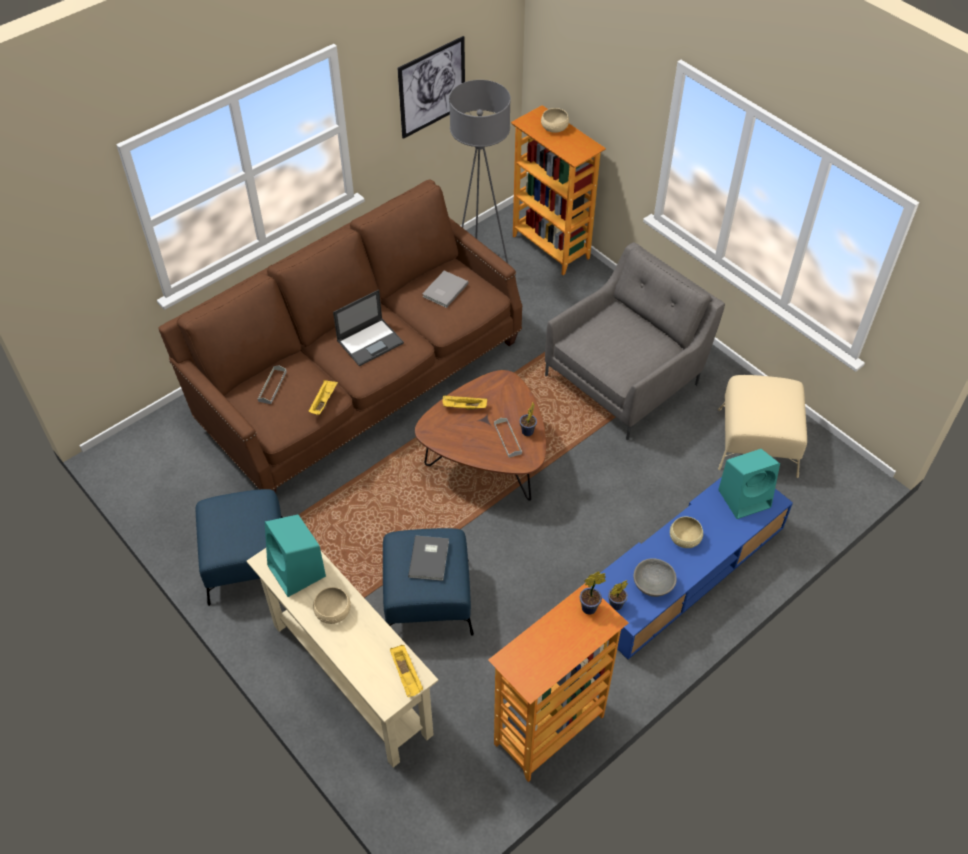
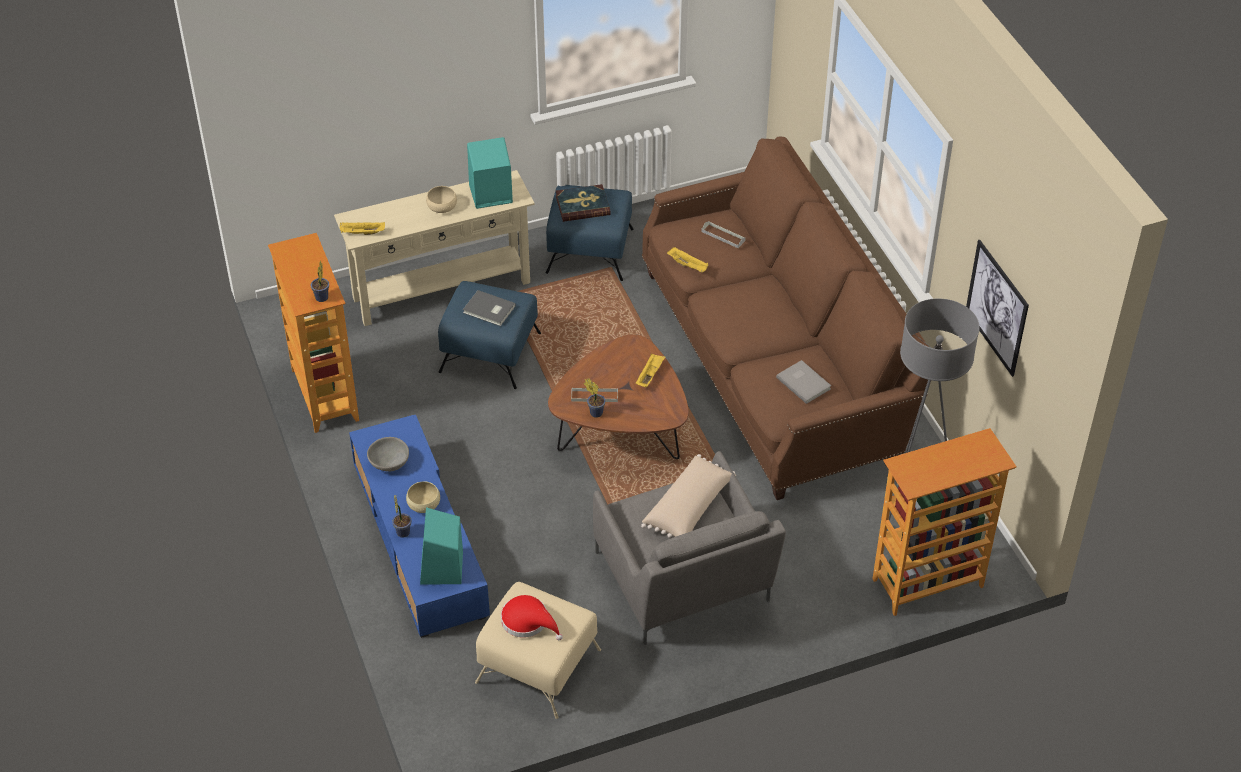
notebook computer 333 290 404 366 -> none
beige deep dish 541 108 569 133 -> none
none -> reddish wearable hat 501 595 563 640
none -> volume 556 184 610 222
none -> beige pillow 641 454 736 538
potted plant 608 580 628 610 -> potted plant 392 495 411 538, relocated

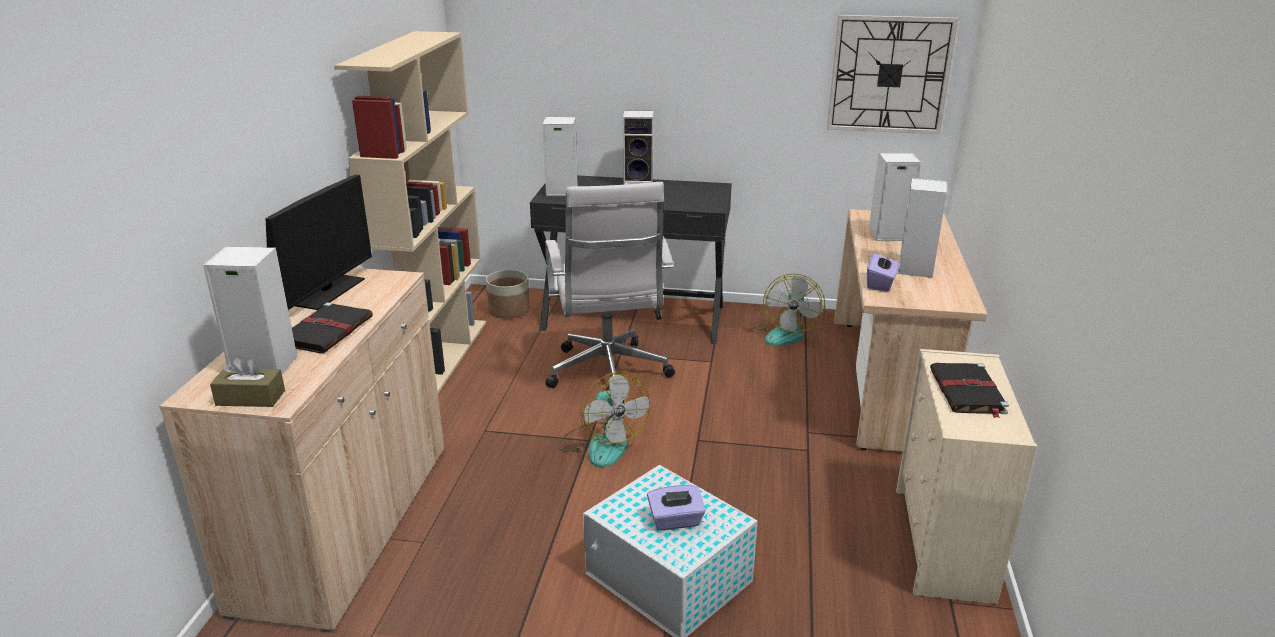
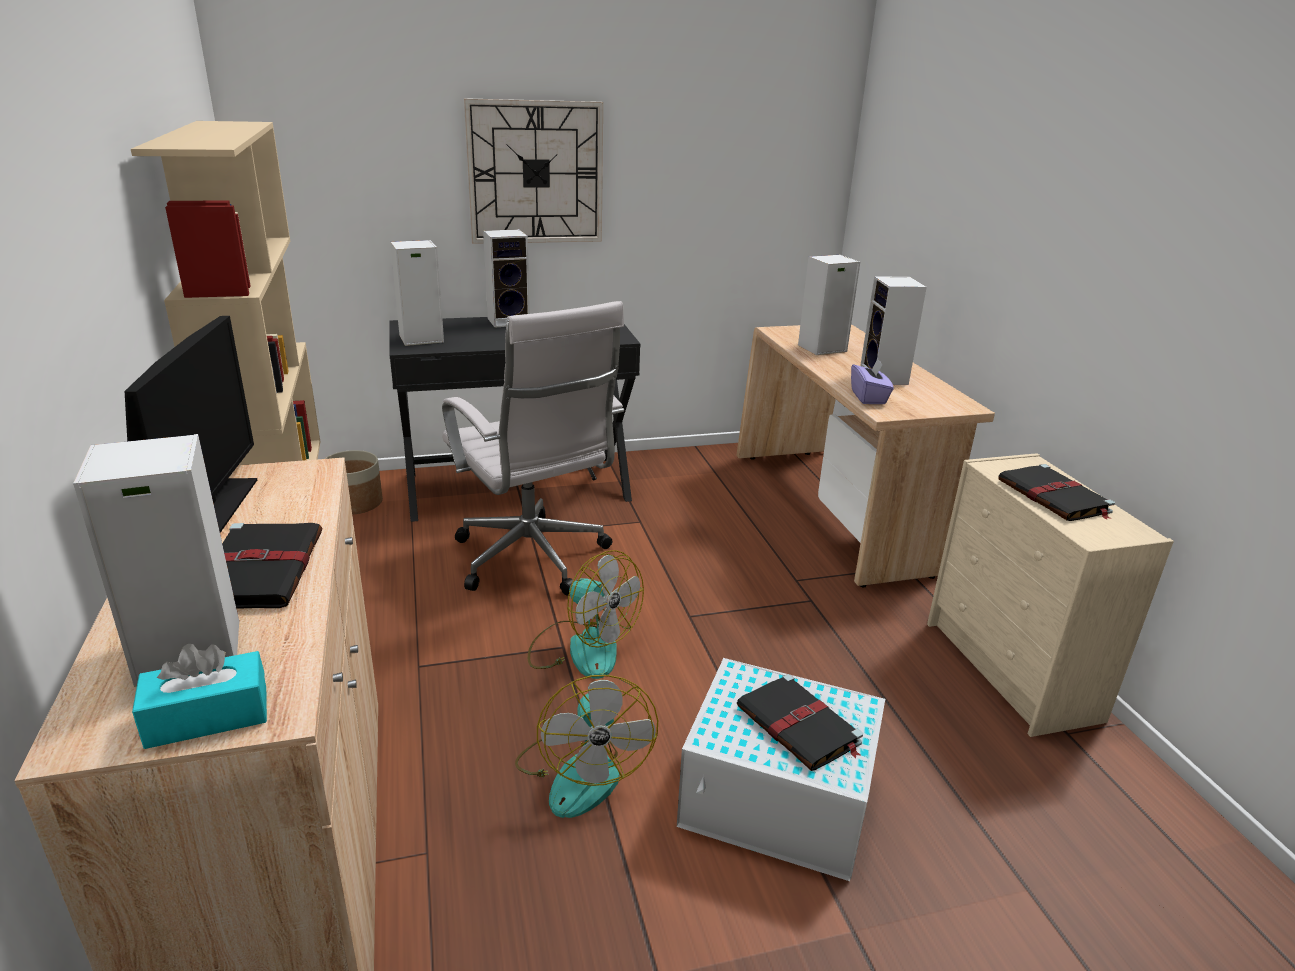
cooling fan 753 274 825 346 -> cooling fan 515 675 658 818, relocated
hanging clock 827 15 958 134 -> hanging clock 464 98 603 244, relocated
purplish box of tissues 647 485 705 531 -> black volume 737 674 863 771
brown-coloured box of tissues 210 356 285 407 -> turquoise box of tissues 132 644 267 749

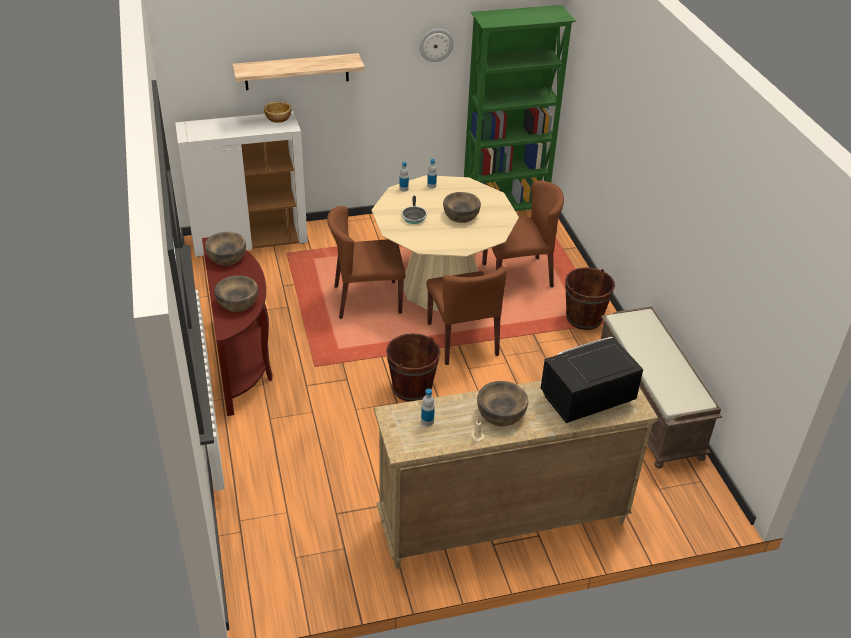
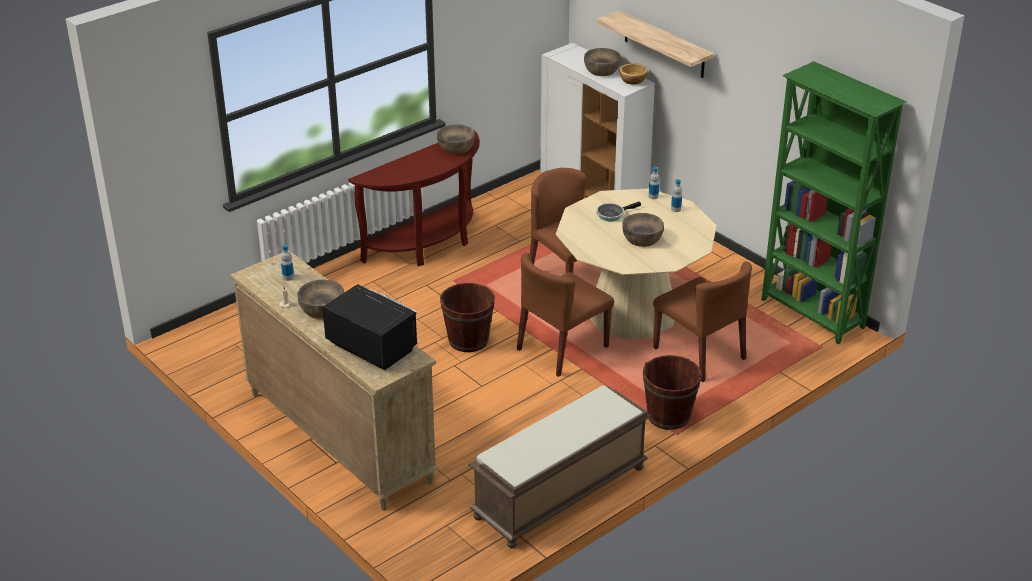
hanging clock 419 29 454 62 -> none
brown-coloured deep dish 215 275 258 312 -> brown-coloured deep dish 584 48 621 76, relocated

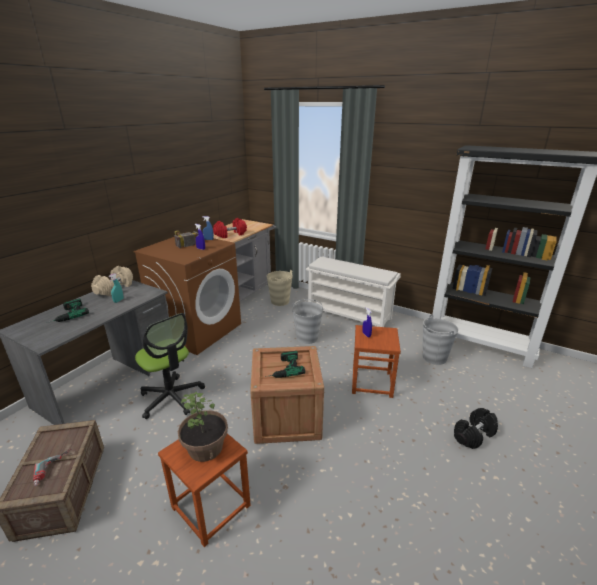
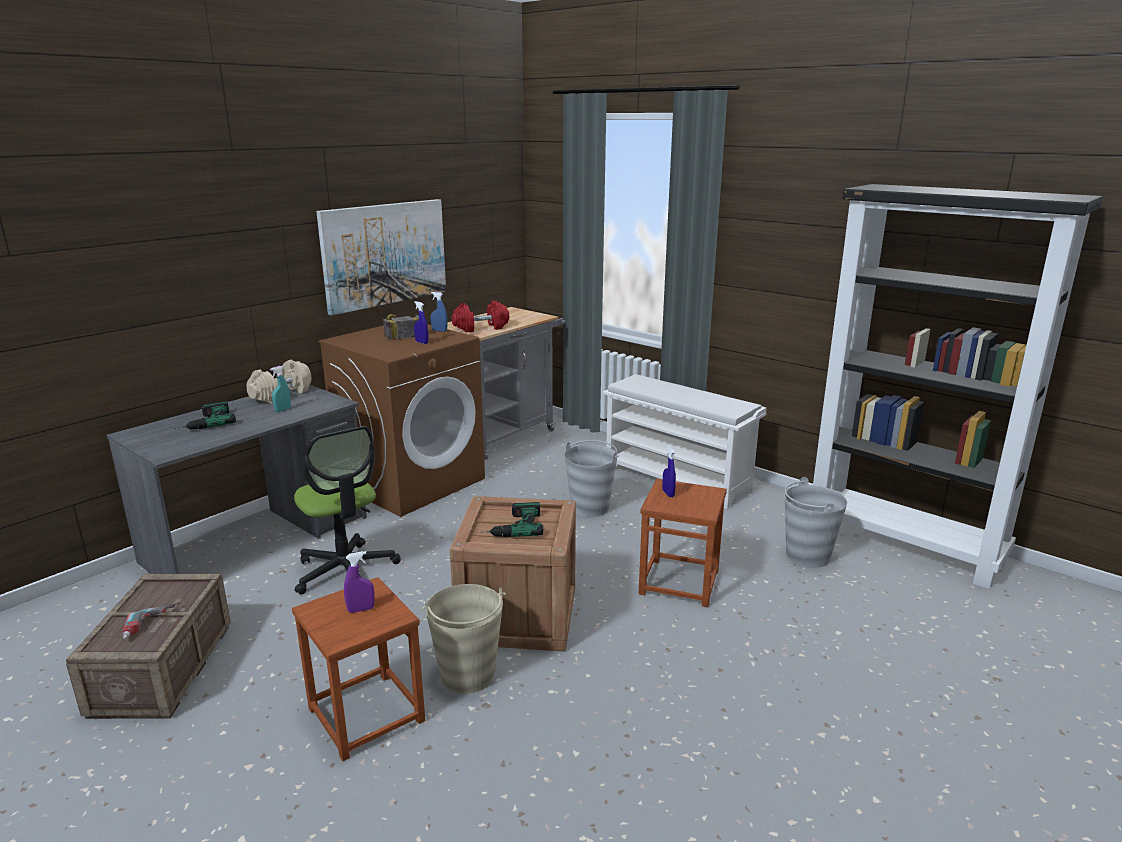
black free weight 454 408 498 449 -> none
none -> wall art 317 199 446 316
beige pail 267 270 293 306 -> beige pail 422 584 506 694, relocated
potted plant 178 392 228 462 -> purplish sprayer 344 551 375 613

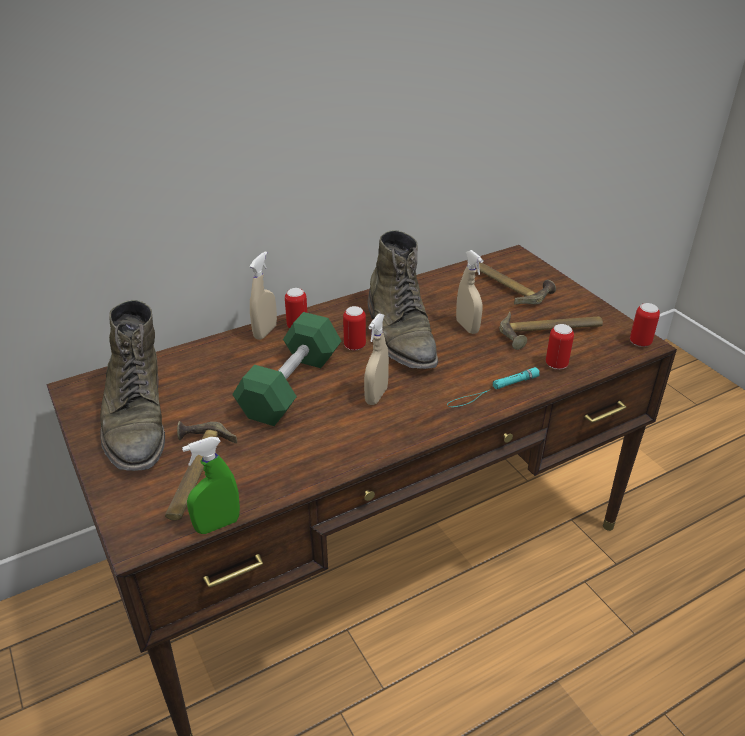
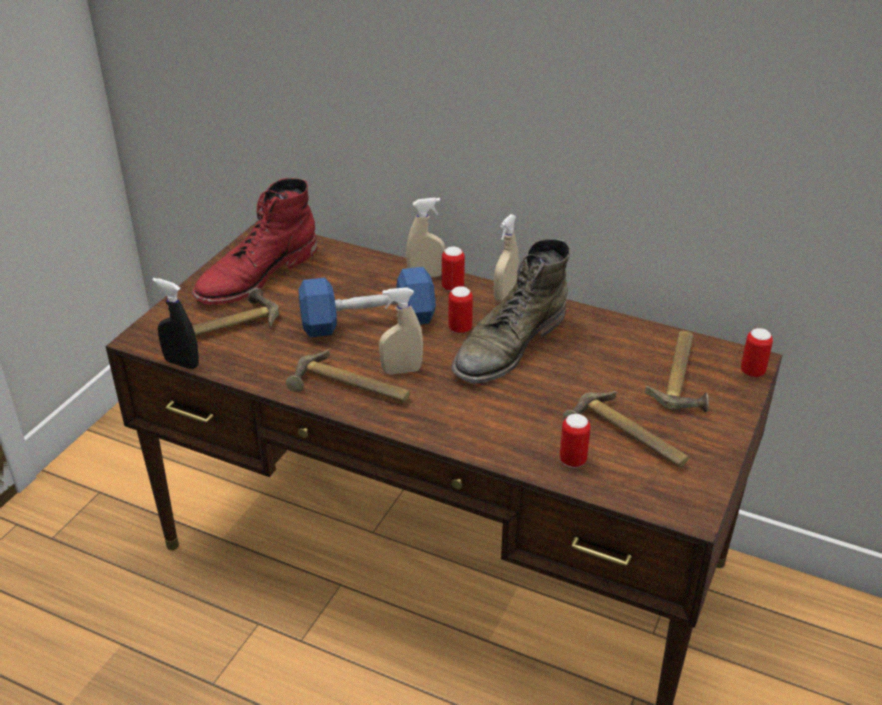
turquoise hand torch 447 367 540 407 -> none
none -> tool hammer 286 350 410 402
beige sprayer 456 250 483 334 -> beige sprayer 494 214 519 302, relocated
sealed can 630 303 660 347 -> sealed can 741 328 773 377, relocated
green-coloured tall boot 100 300 165 471 -> reddish tall boot 192 178 317 305
green-coloured sprayer 182 437 240 534 -> black sprayer 152 278 199 369
green-coloured free weight 232 312 341 426 -> blue free weight 299 267 436 338

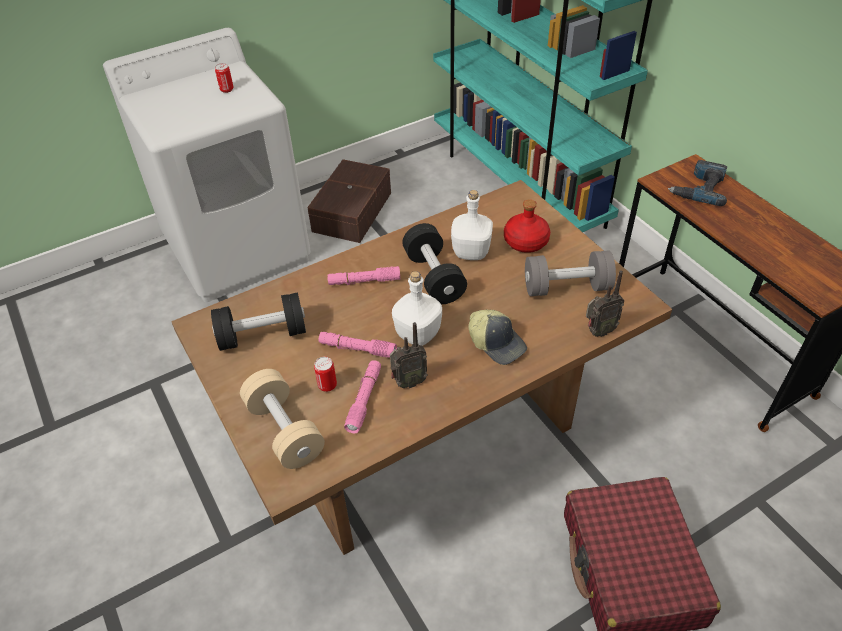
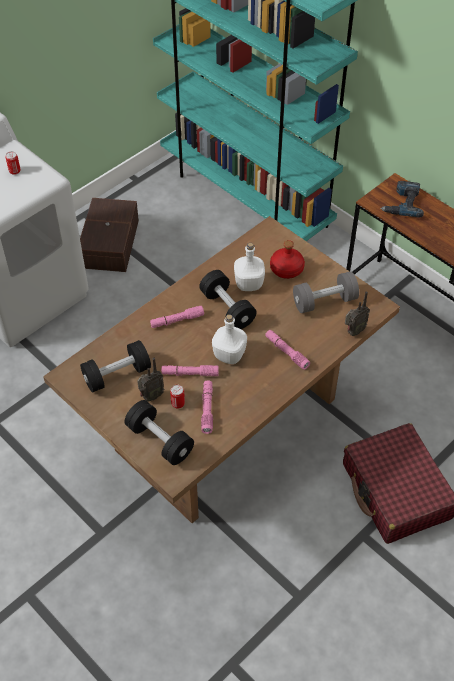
radio set 390 322 428 388 -> radio set 137 358 164 402, relocated
peaked cap 468 309 527 365 -> pinkish hand torch 265 330 310 370
beige free weight 240 369 325 469 -> black free weight 124 400 194 465

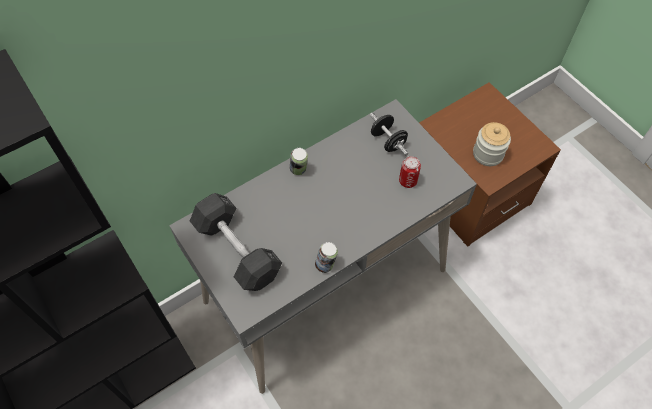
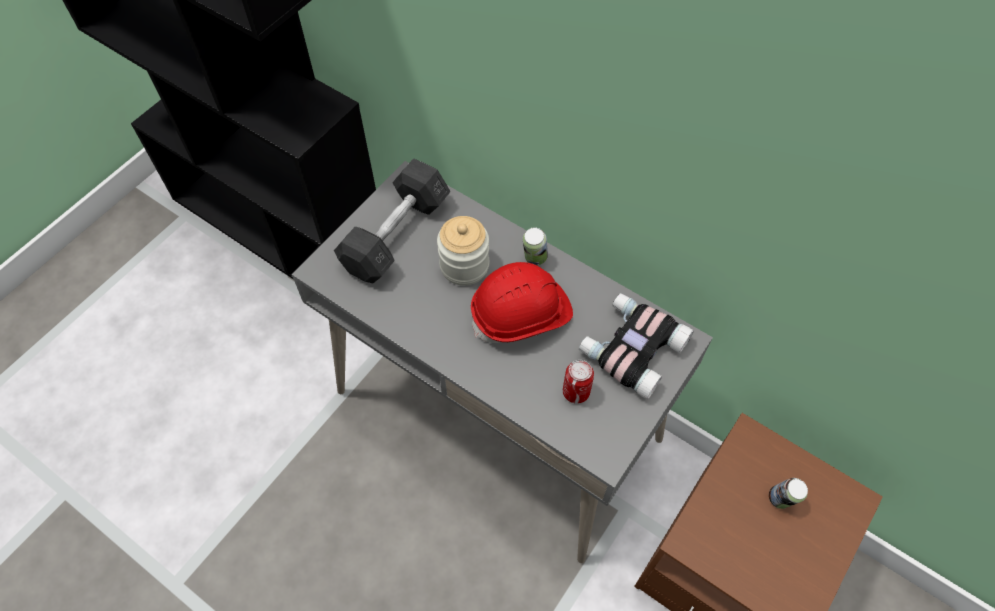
none -> reddish safety helmet 471 262 573 343
sealed can 315 242 338 273 -> sealed can 769 478 808 509, relocated
storage jar 473 122 511 166 -> storage jar 437 216 489 286, relocated
black free weight 370 113 408 155 -> binoculars 579 293 694 400

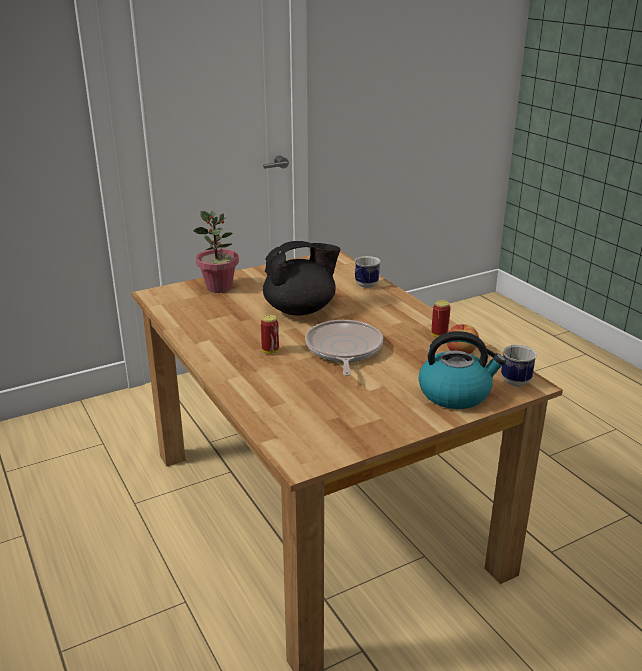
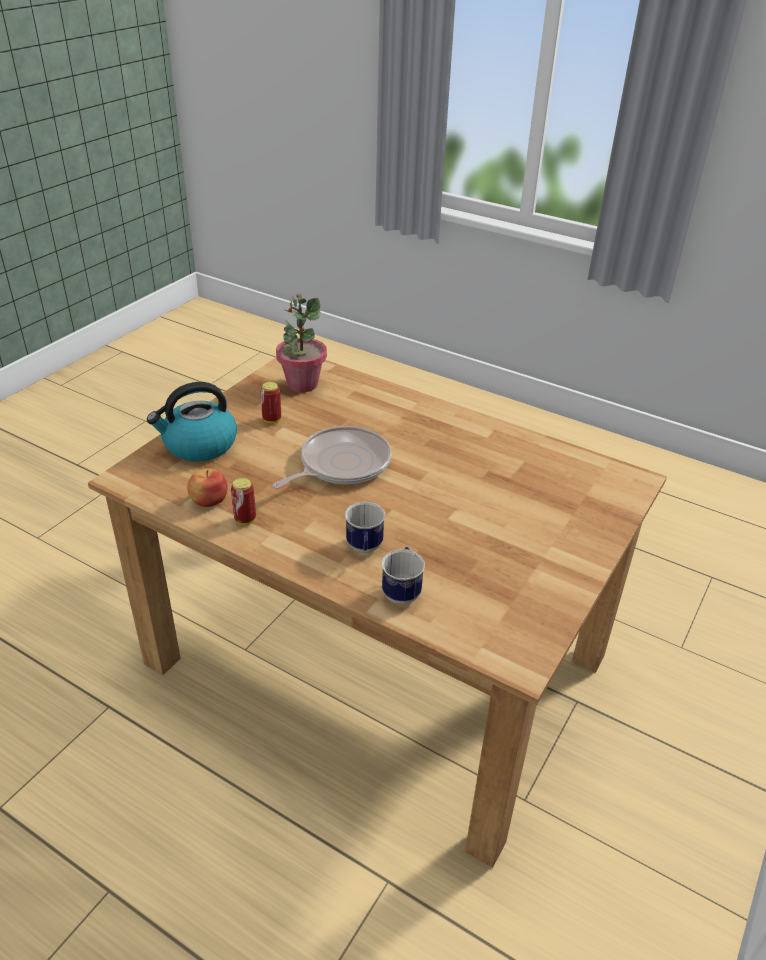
black tea pot 263 241 340 316 -> none
potted plant 193 210 239 293 -> potted plant 276 293 327 392, relocated
sealed can 261 315 279 354 -> sealed can 260 382 281 424, relocated
mug 501 345 537 387 -> mug 345 502 385 553, relocated
pan 305 320 383 376 -> pan 272 426 391 489, 105 degrees counterclockwise

